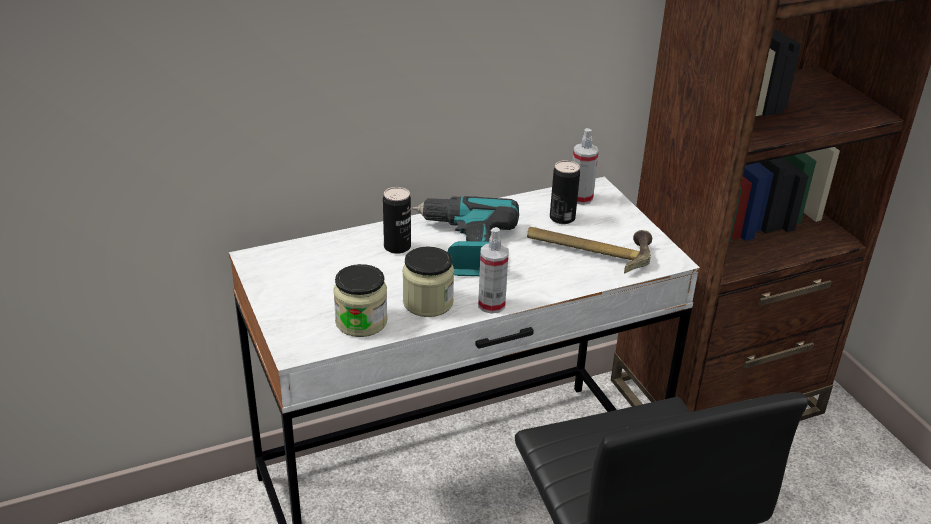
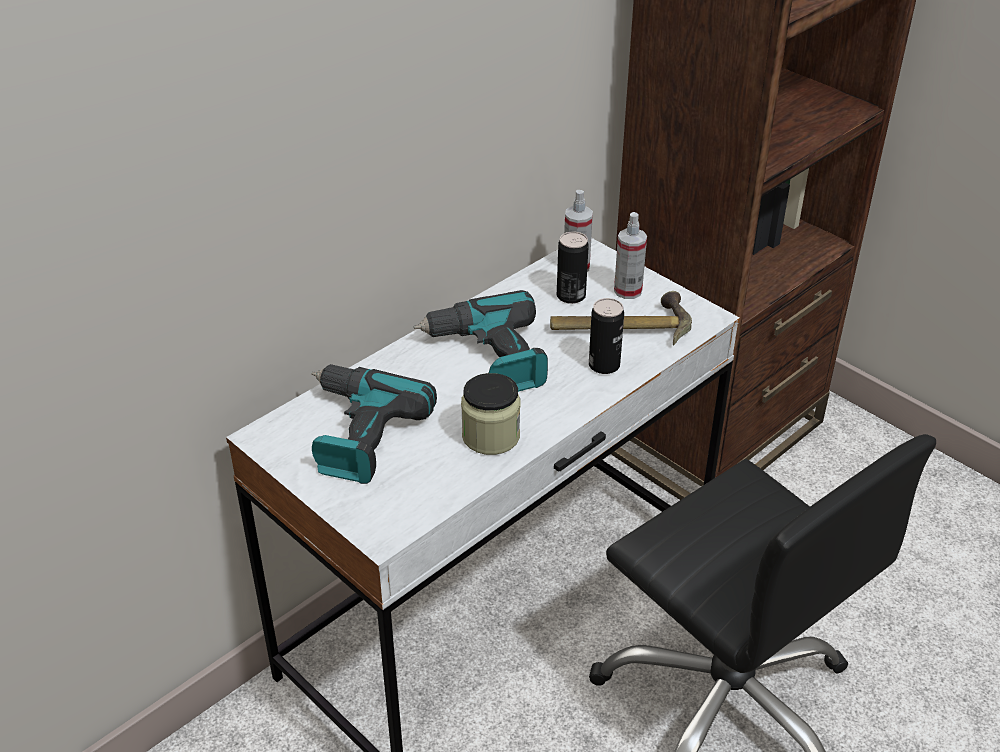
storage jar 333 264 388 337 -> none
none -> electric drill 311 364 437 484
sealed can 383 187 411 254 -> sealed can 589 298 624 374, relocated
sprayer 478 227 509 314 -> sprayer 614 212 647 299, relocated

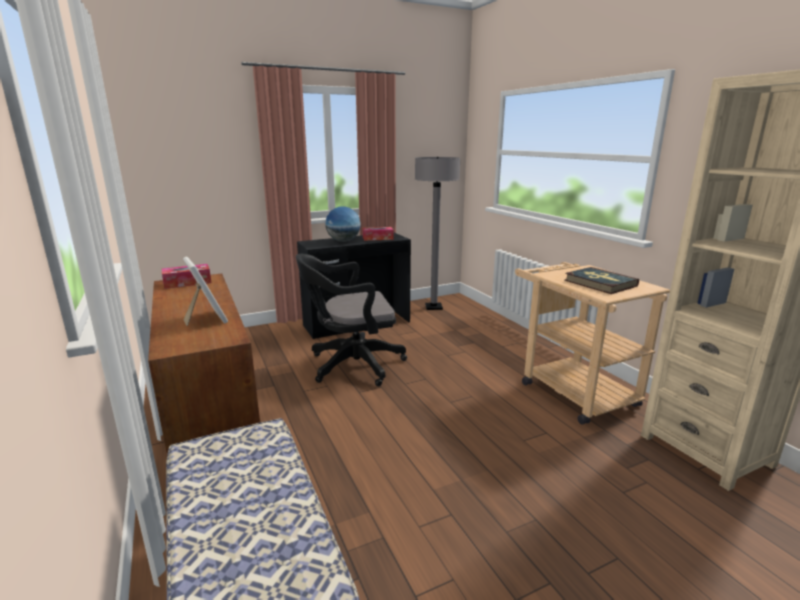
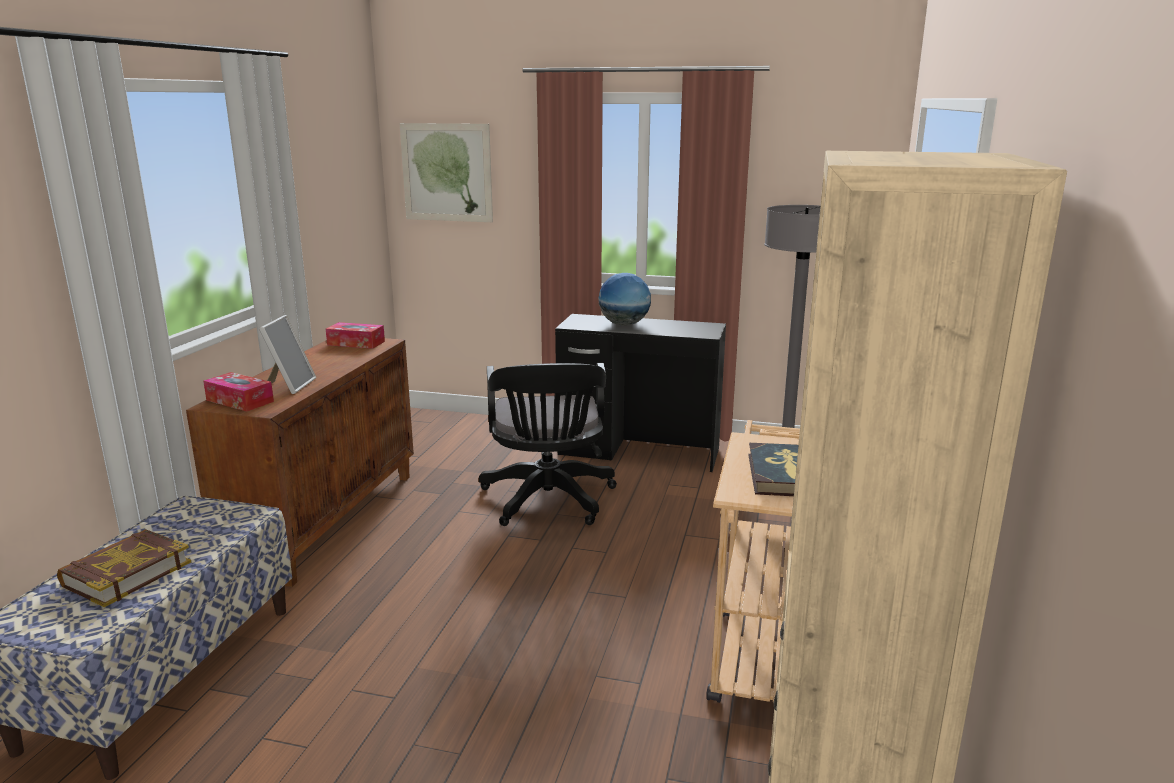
none -> volume 57 529 191 607
none -> wall art 400 123 493 222
box of tissues 363 227 394 241 -> box of tissues 203 372 274 411, relocated
black computer chair 296 254 407 386 -> black computer chair 479 363 617 526, 120 degrees counterclockwise

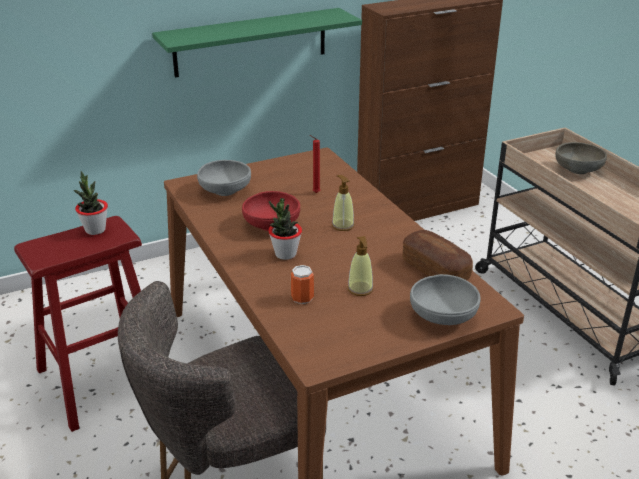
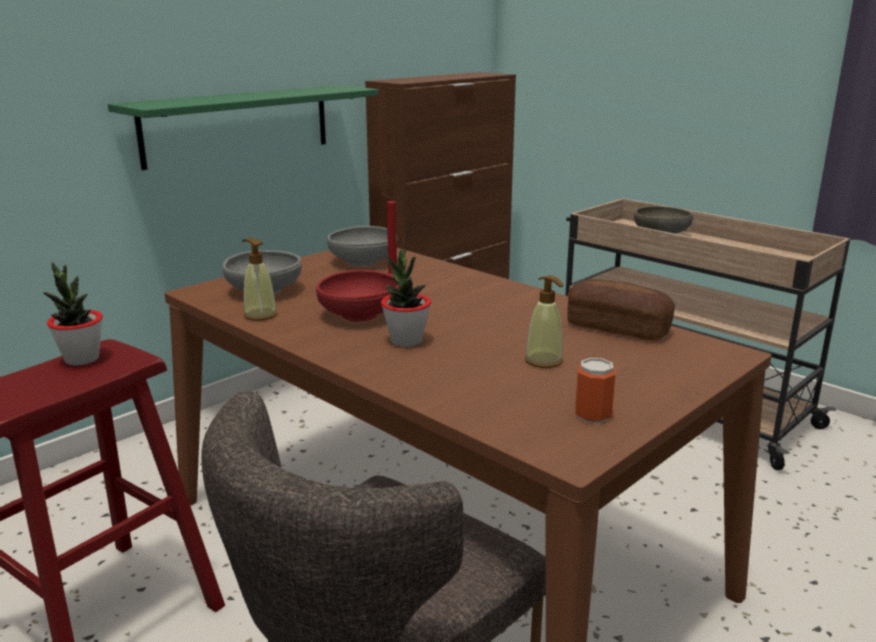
sealed can 291 265 314 304 -> sealed can 575 358 615 423, relocated
liquid soap bottle 332 175 354 231 -> liquid soap bottle 242 238 277 321, relocated
gray deep dish 410 274 481 325 -> gray deep dish 327 226 397 267, relocated

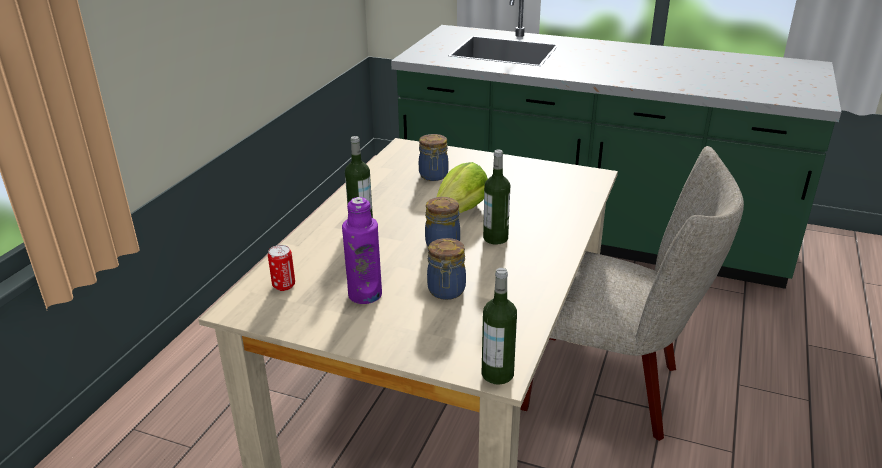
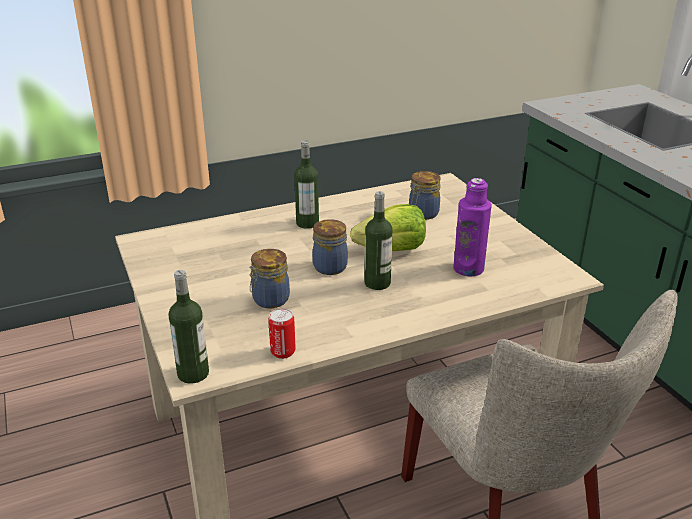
sealed can 268 245 295 291 -> sealed can 268 308 296 359, relocated
purplish drink bottle 342 197 382 304 -> purplish drink bottle 453 178 492 276, relocated

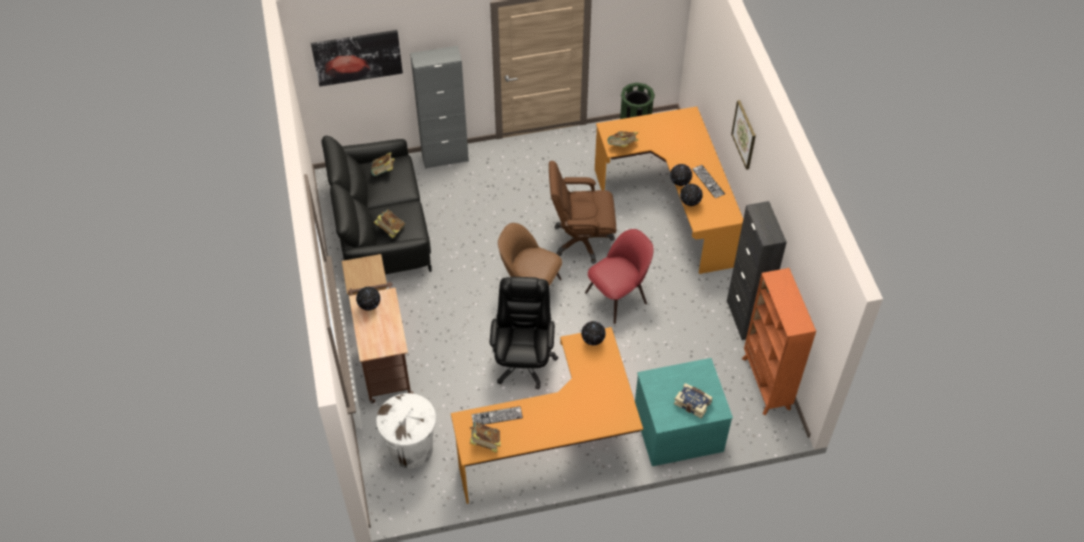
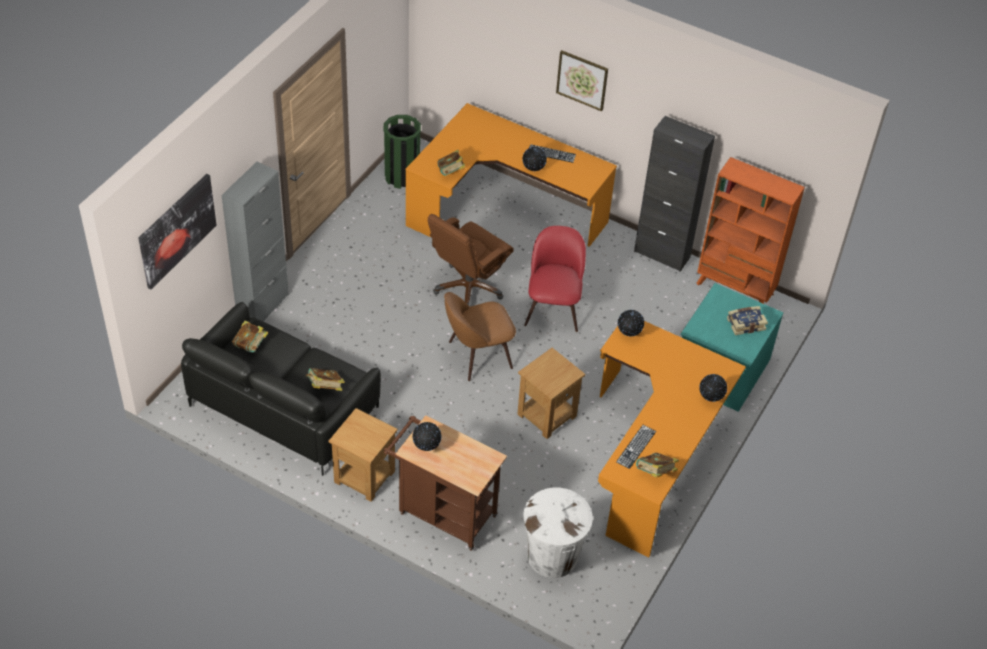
globe 680 184 703 206 -> globe 699 374 727 402, relocated
black computer chair 489 277 558 389 -> brown-coloured end table 518 348 585 439

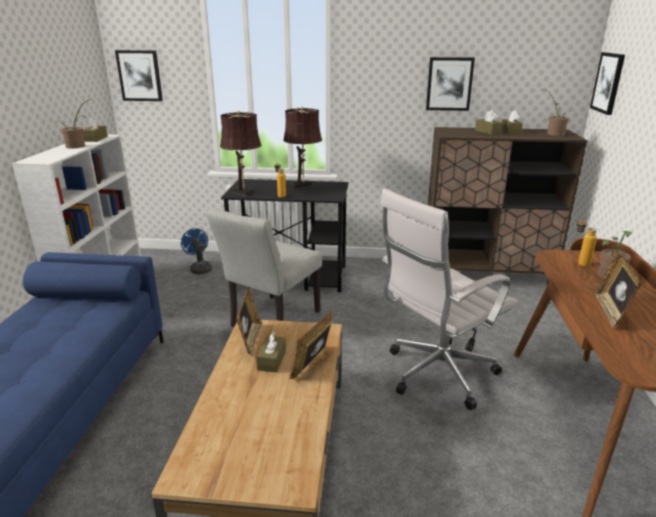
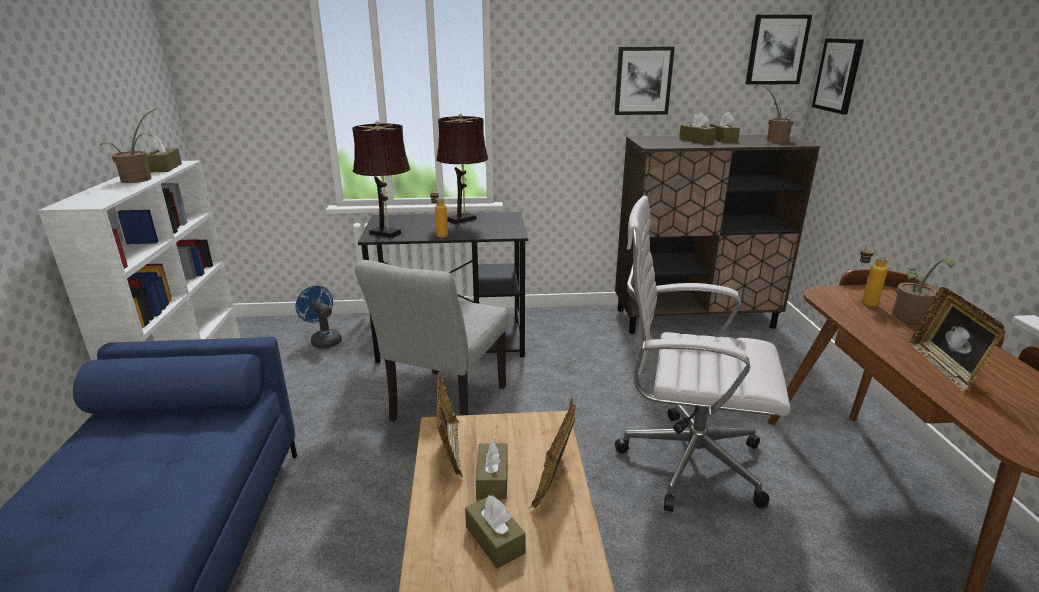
none -> brown-coloured box of tissues 465 495 526 569
wall art 115 50 163 101 -> wall art 746 15 812 85, relocated
whitish computer chair 380 188 517 410 -> whitish computer chair 615 195 790 512, 60 degrees clockwise

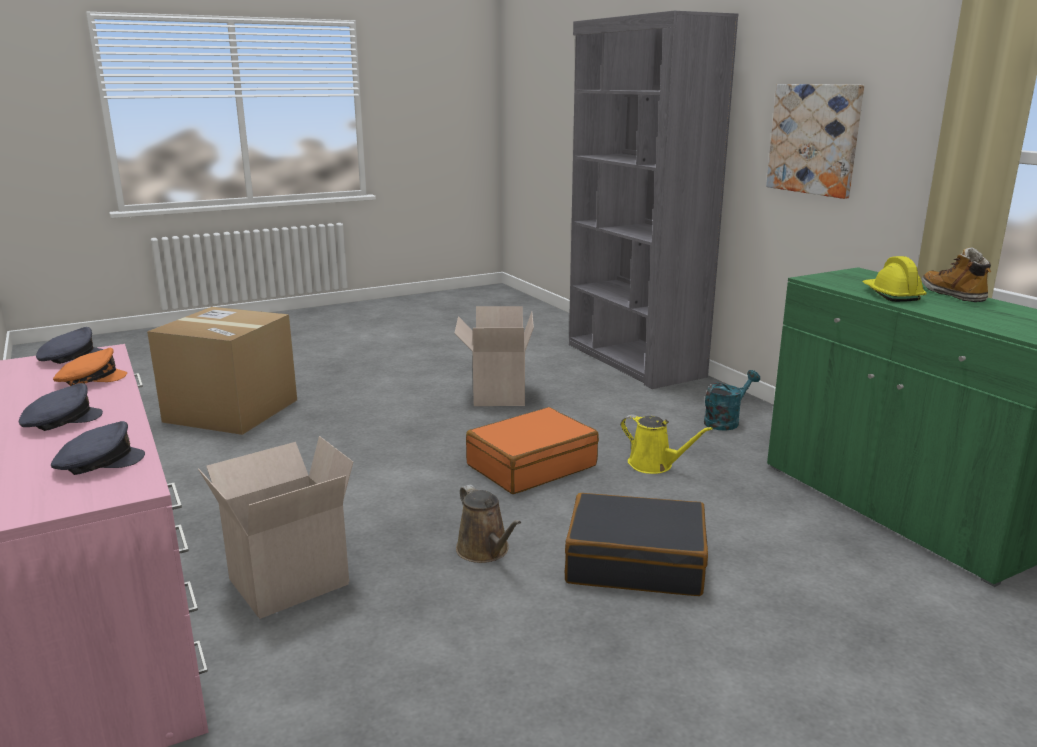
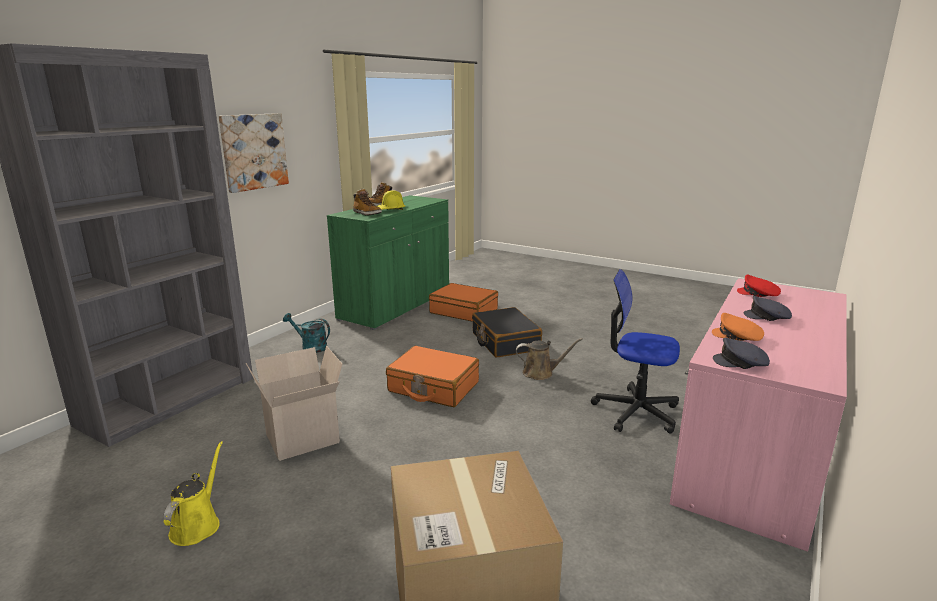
none -> tall boot 353 189 382 215
none -> orangey travel case 429 283 498 322
yellow watering can 621 414 713 474 -> yellow watering can 163 441 223 546, relocated
cardboard box 198 436 353 619 -> computer chair 591 269 680 434
gray peaked cap 51 421 145 475 -> reddish peaked cap 737 274 781 297
brown-coloured watering can 456 485 521 563 -> brown-coloured watering can 516 338 583 380, 60 degrees clockwise

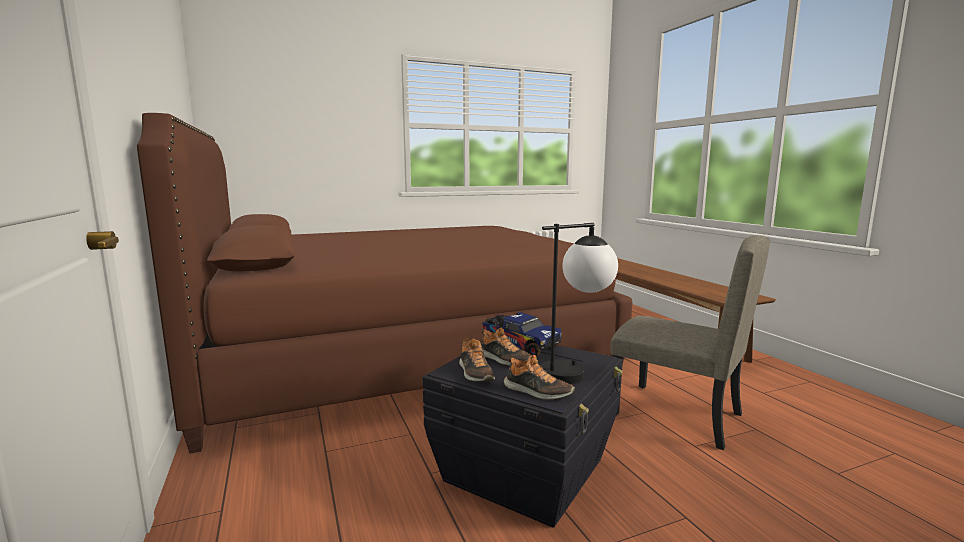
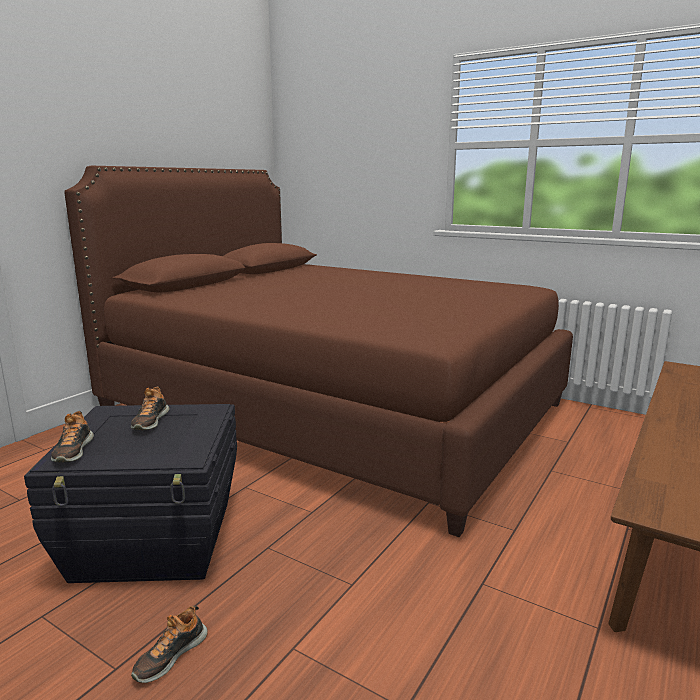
toy lorry 483 312 562 356 -> none
table lamp 541 223 618 384 -> none
beige chair 610 235 770 450 -> none
low shoe 459 338 495 382 -> low shoe 131 606 208 683, relocated

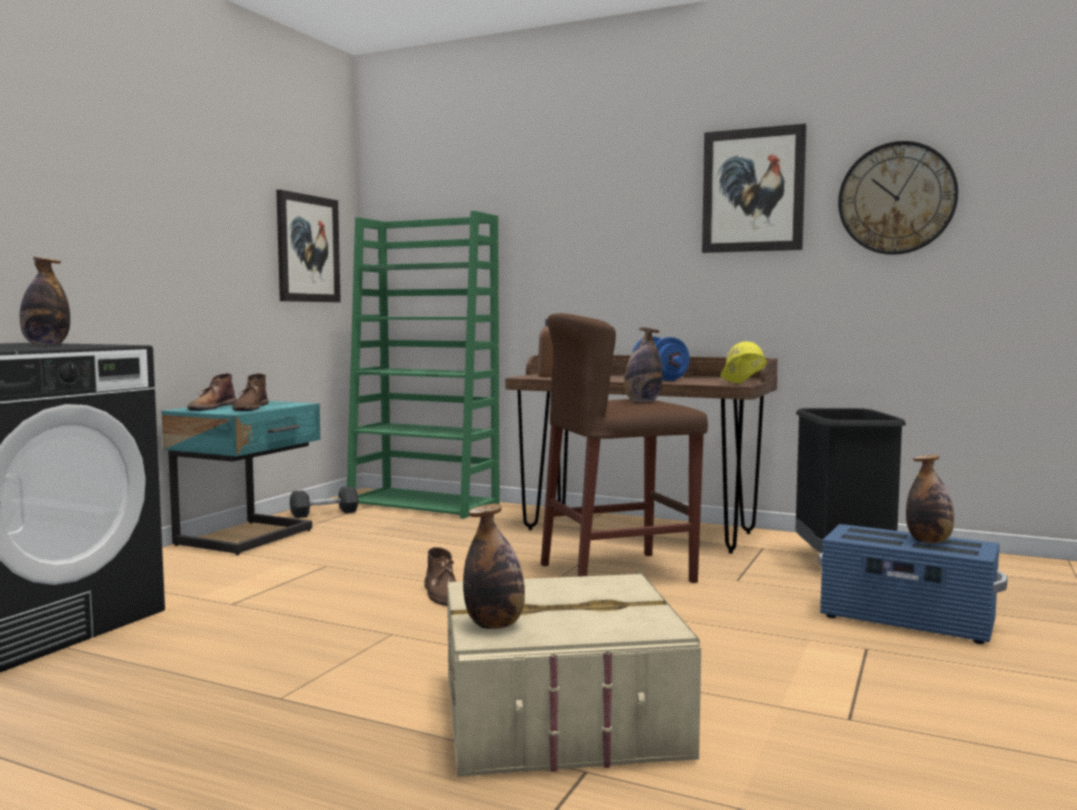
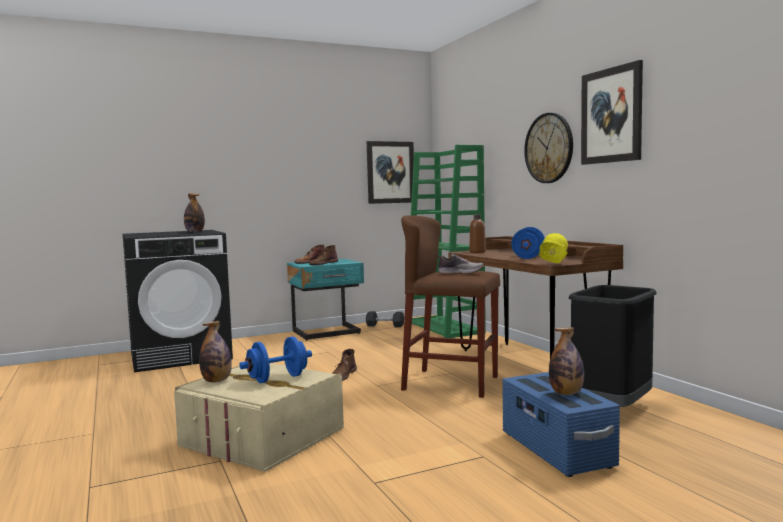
none -> blue free weight 239 336 312 383
hanging clock 838 141 958 255 -> hanging clock 524 113 573 183, relocated
drink bottle 624 327 662 402 -> low shoe 437 254 484 274

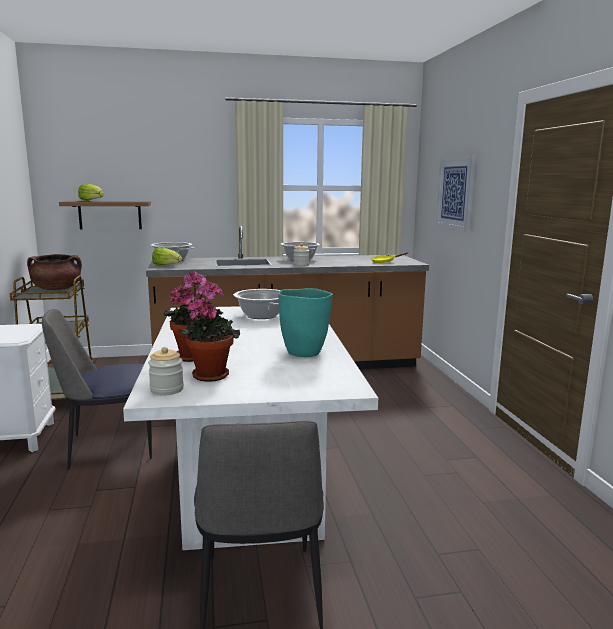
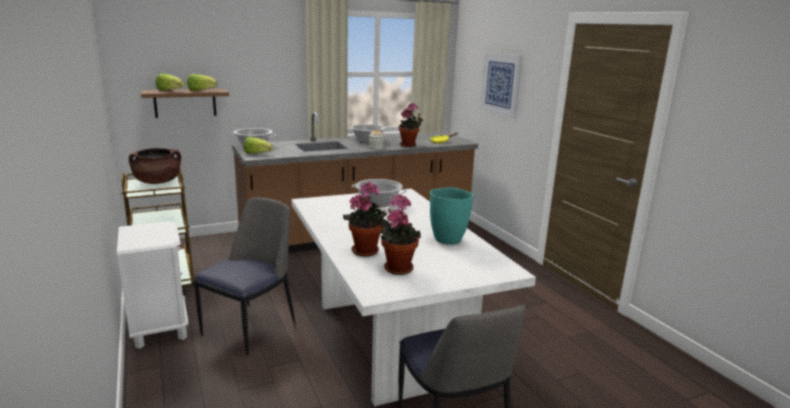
storage jar 148 347 184 395 -> none
none -> lettuce head 187 74 218 91
none -> potted plant 399 103 423 147
chair 42 309 152 470 -> chair 194 197 295 356, 150 degrees clockwise

